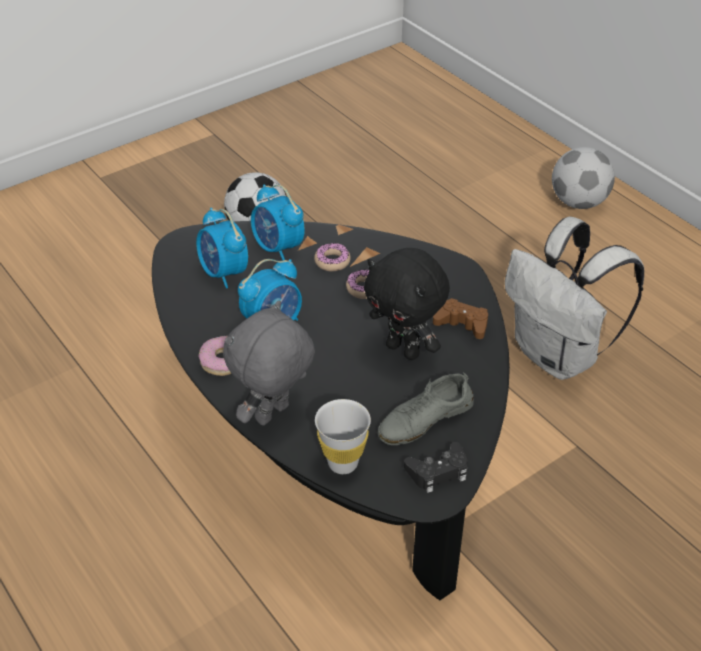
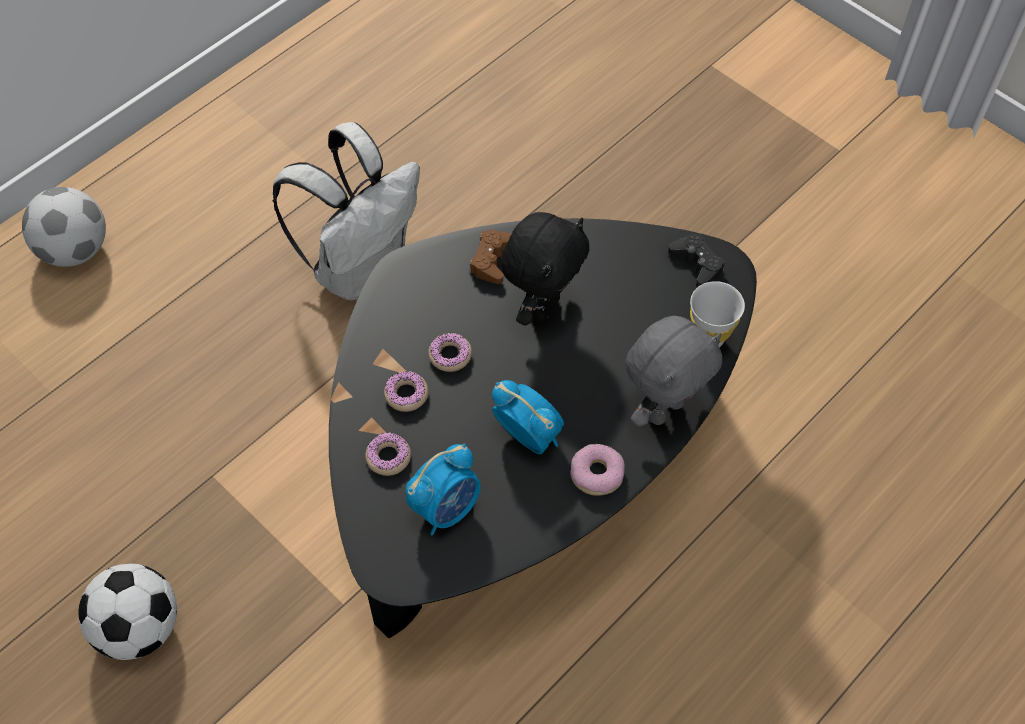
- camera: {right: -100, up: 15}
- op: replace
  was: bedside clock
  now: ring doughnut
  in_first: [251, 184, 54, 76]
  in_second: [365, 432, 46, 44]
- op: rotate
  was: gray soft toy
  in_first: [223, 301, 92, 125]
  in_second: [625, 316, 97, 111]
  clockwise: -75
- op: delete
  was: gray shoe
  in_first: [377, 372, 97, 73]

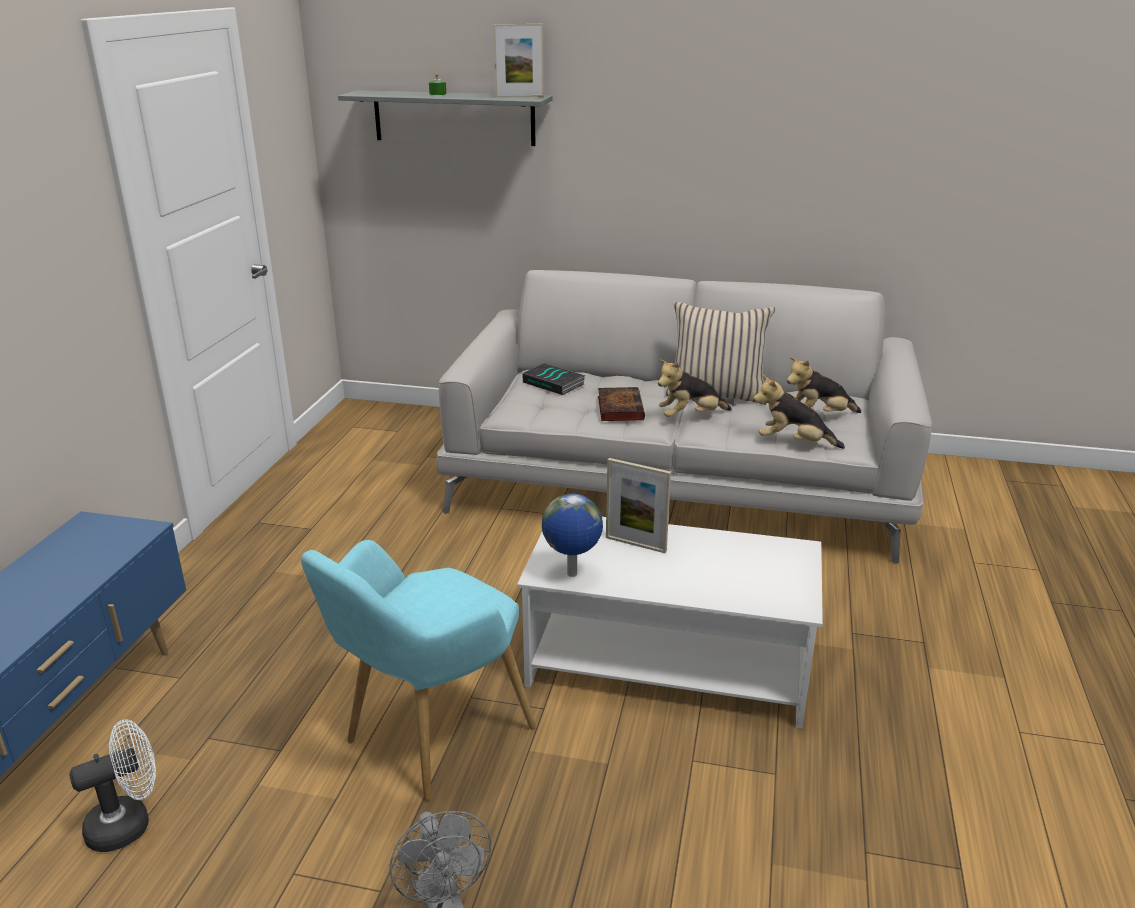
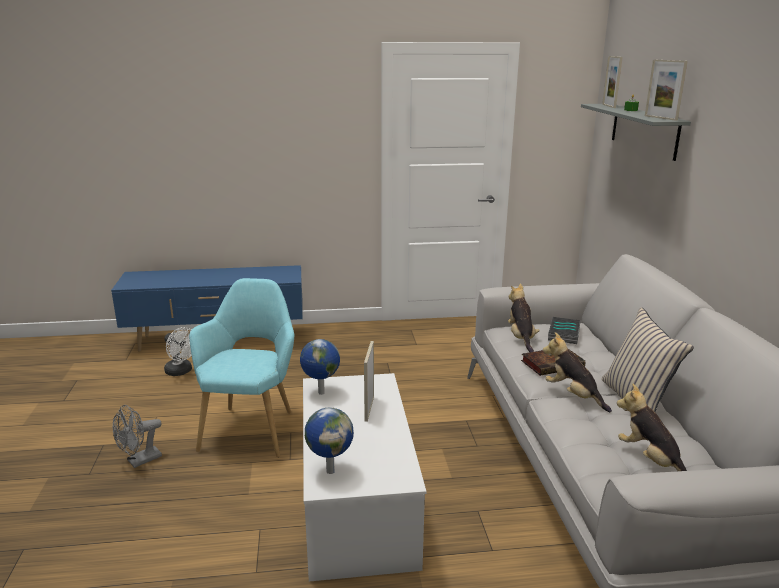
- camera: {right: 70, up: -5}
- op: move
  was: soft toy
  in_first: [753, 375, 92, 74]
  in_second: [508, 284, 32, 68]
- op: rotate
  was: turquoise armchair
  in_first: [301, 540, 235, 260]
  in_second: [189, 278, 105, 179]
  clockwise: 75
- op: insert
  now: picture frame
  in_second: [602, 56, 21, 52]
- op: insert
  now: world globe
  in_second: [305, 407, 49, 67]

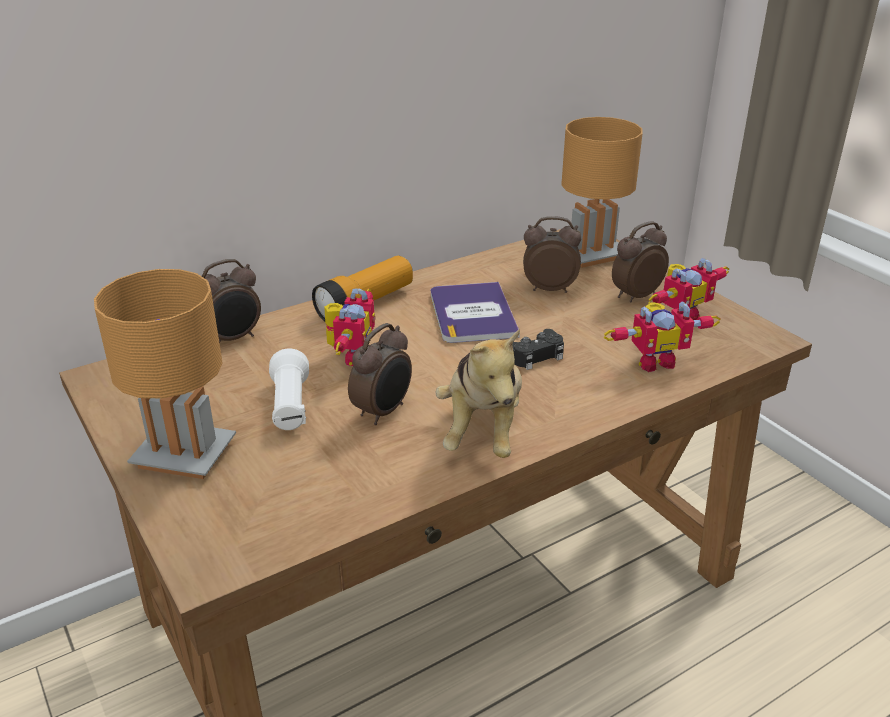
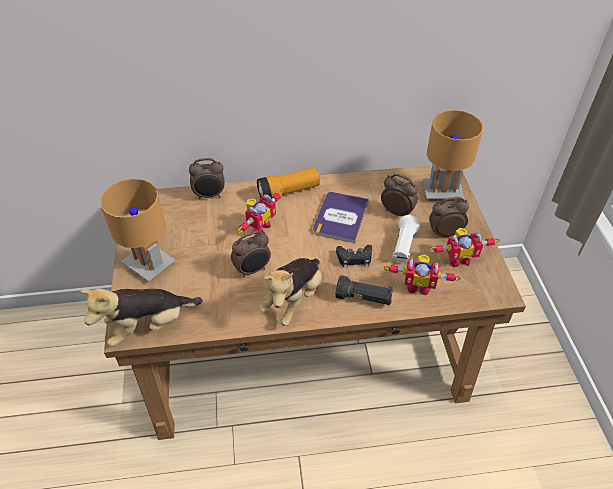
- camera: {right: 25, up: 15}
- op: move
  was: white hand torch
  in_first: [269, 349, 40, 81]
  in_second: [392, 215, 28, 48]
- op: insert
  now: blackish hand torch
  in_second: [335, 275, 58, 30]
- op: insert
  now: soft toy
  in_second: [80, 288, 123, 59]

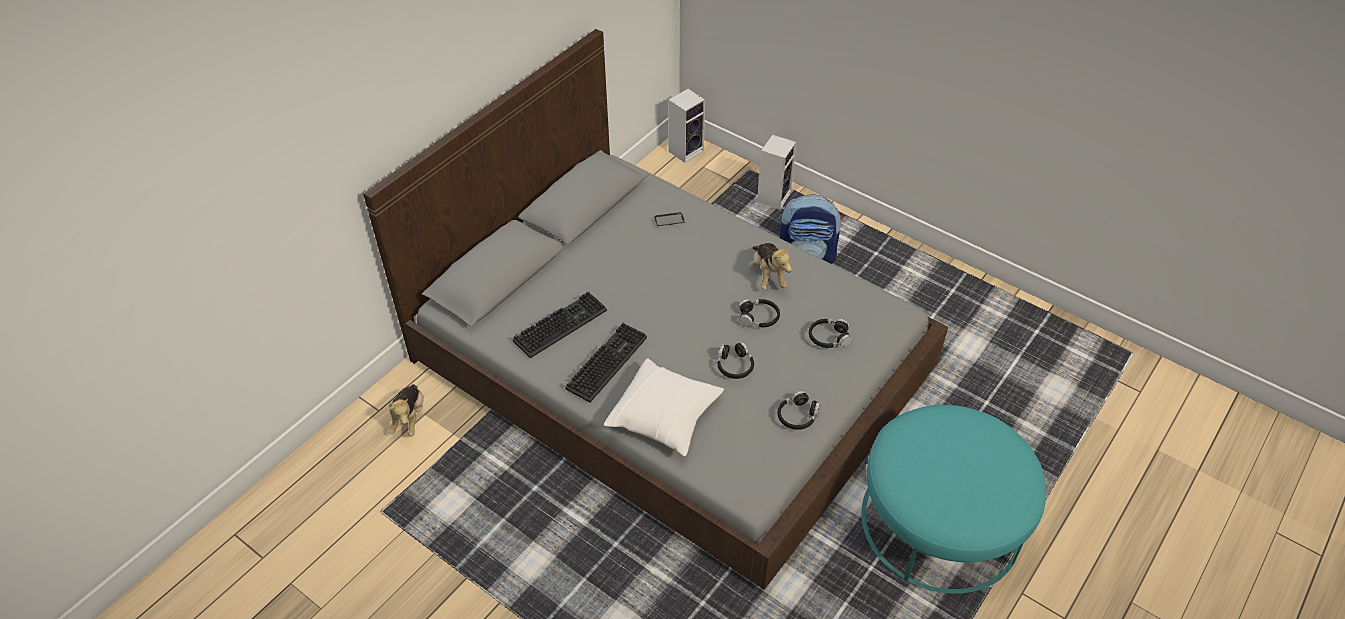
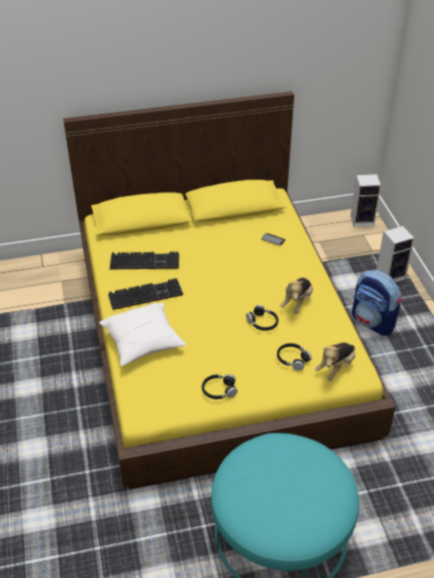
- camera: {right: 40, up: -5}
- op: recolor
  was: gray bedroom bed
  now: yellowish bedroom bed
  in_first: [363, 29, 585, 561]
  in_second: [63, 91, 333, 398]
- op: delete
  was: blackish pair of headphones
  in_first: [717, 342, 37, 37]
- op: move
  was: soft toy
  in_first: [389, 384, 35, 53]
  in_second: [315, 342, 40, 39]

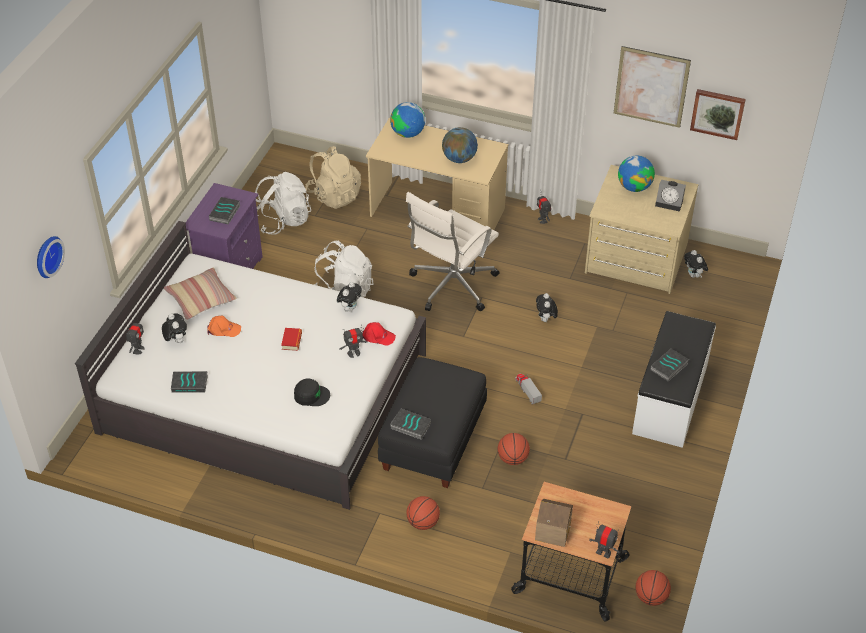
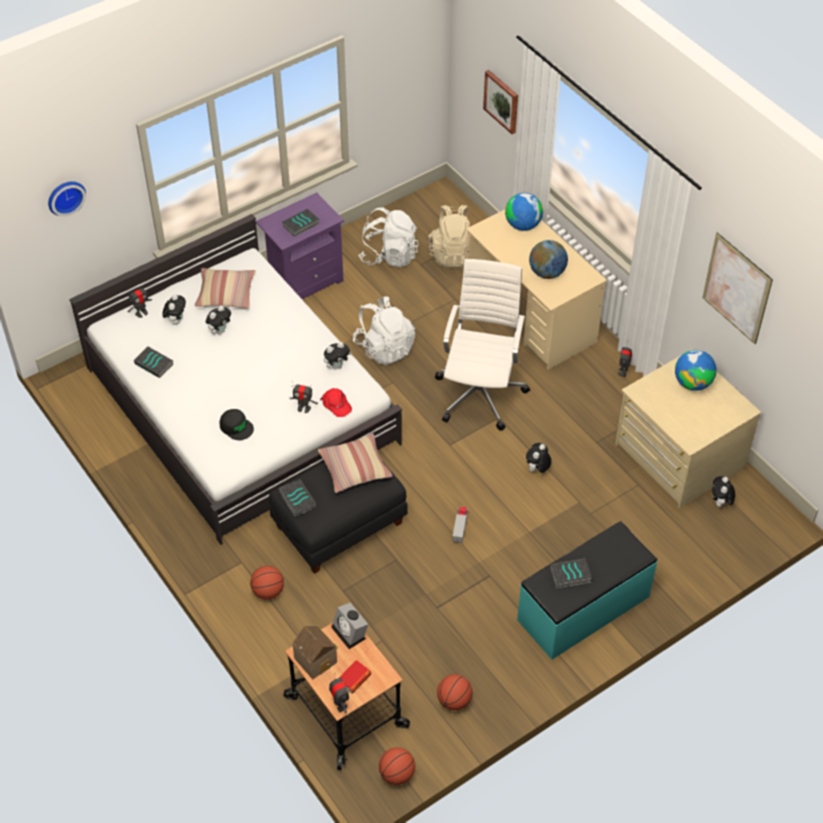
- camera: {right: 35, up: 5}
- op: move
  was: wall art
  in_first: [690, 89, 56, 51]
  in_second: [483, 70, 35, 64]
- op: move
  was: bedside clock
  in_first: [655, 180, 31, 32]
  in_second: [331, 603, 37, 46]
- op: rotate
  was: white desk chair
  in_first: [406, 192, 93, 119]
  in_second: [435, 259, 95, 172]
  clockwise: 120
- op: recolor
  was: white long seat
  now: turquoise long seat
  in_first: [632, 311, 84, 137]
  in_second: [517, 521, 141, 139]
- op: replace
  was: orange-coloured cap
  now: soft toy
  in_first: [207, 315, 34, 22]
  in_second: [206, 305, 25, 29]
- op: move
  was: bound book
  in_first: [281, 328, 21, 23]
  in_second: [339, 660, 32, 34]
- op: move
  was: basketball ball
  in_first: [498, 433, 32, 32]
  in_second: [437, 674, 35, 36]
- op: insert
  now: pillow
  in_second: [318, 433, 75, 60]

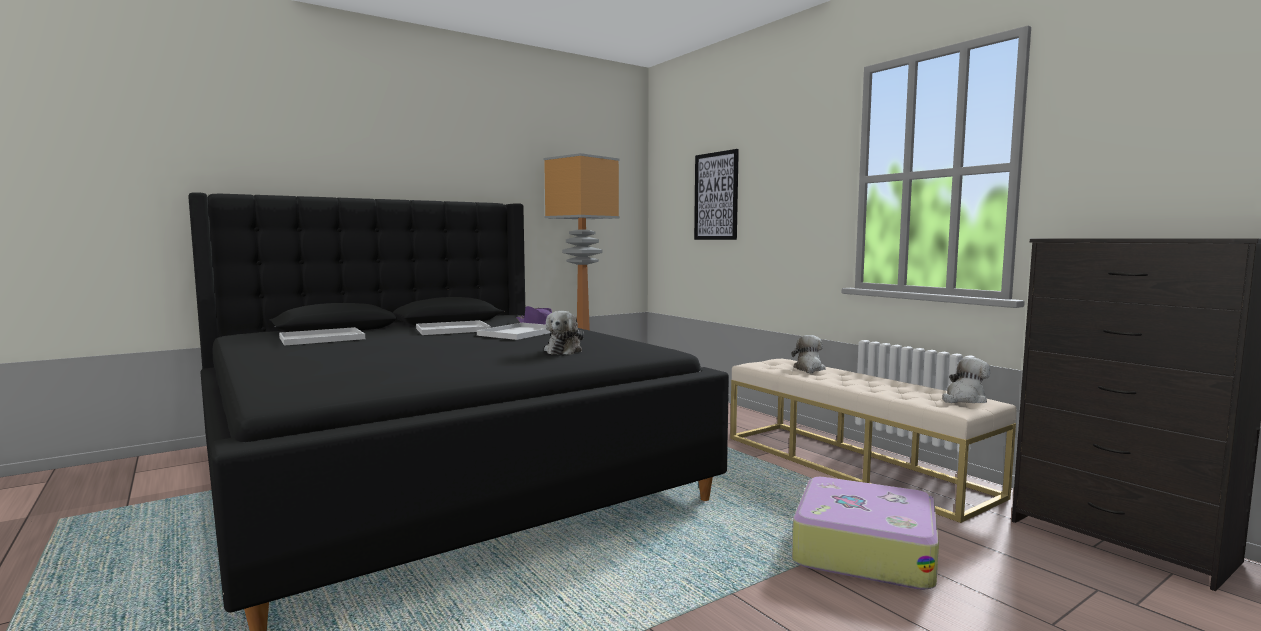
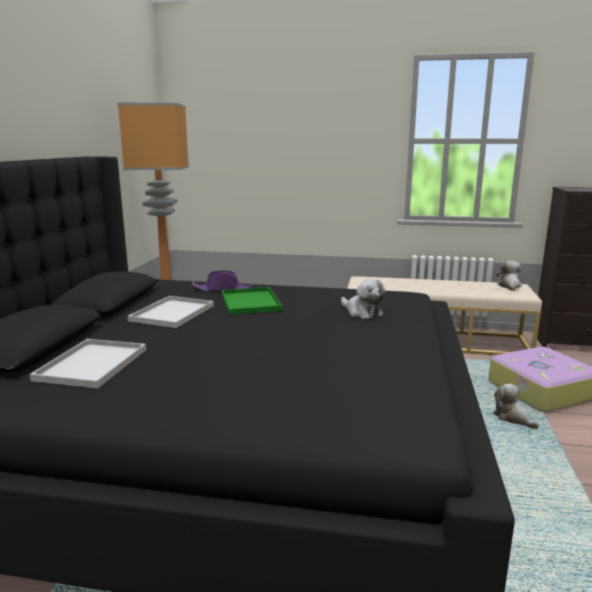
- camera: {right: -45, up: 10}
- op: delete
  was: wall art
  in_first: [694, 149, 45, 91]
- op: recolor
  was: white serving tray
  now: greenish serving tray
  in_first: [477, 323, 74, 17]
  in_second: [222, 287, 60, 28]
- op: move
  was: soft toy
  in_first: [791, 335, 35, 39]
  in_second: [493, 384, 46, 45]

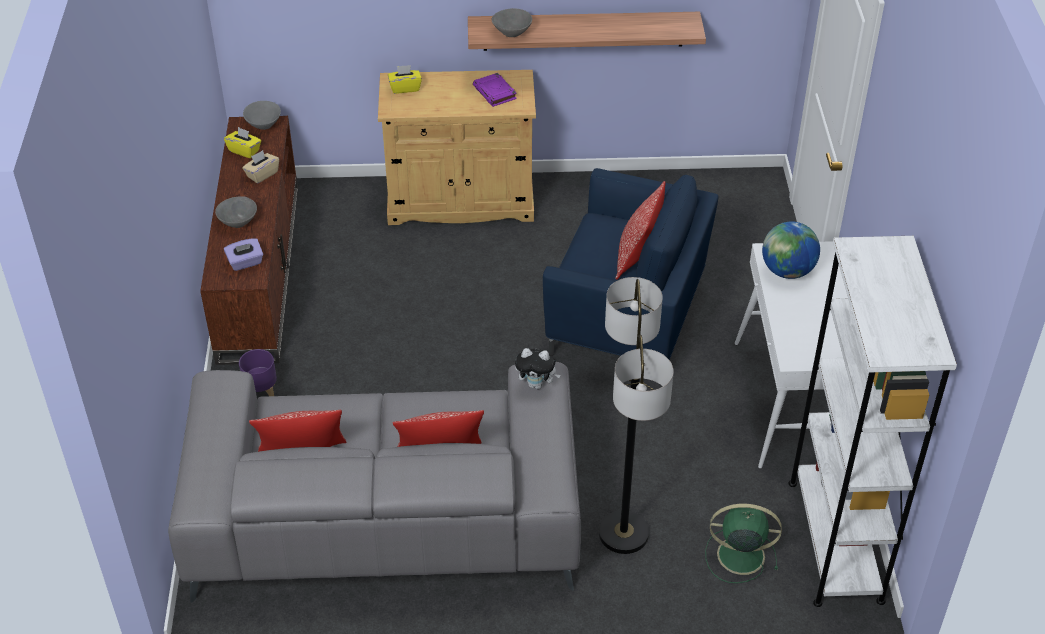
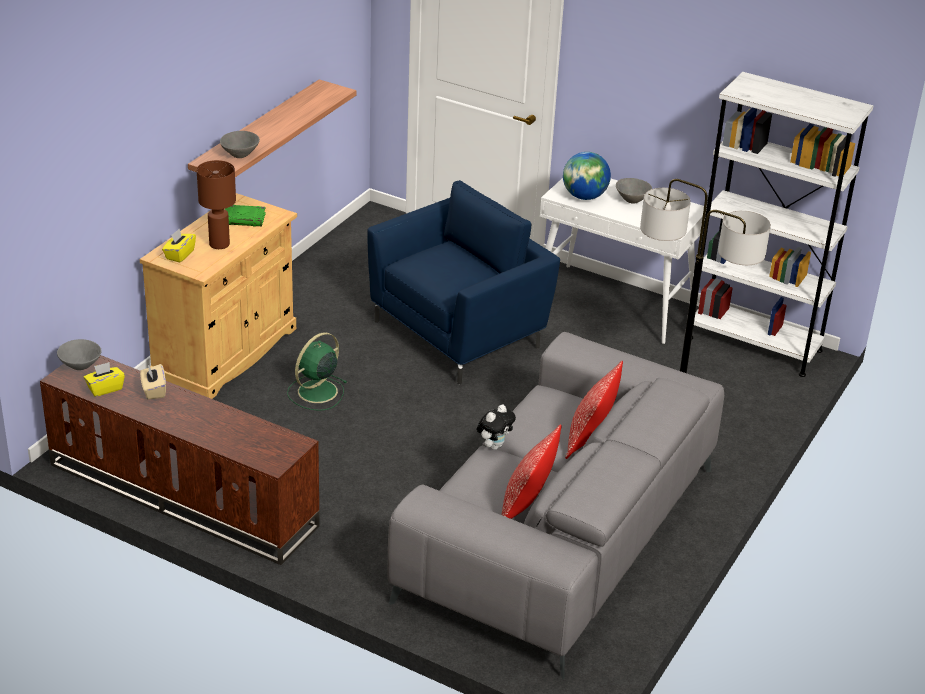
- camera: {right: -60, up: -10}
- op: recolor
  was: purple-coloured bound book
  now: greenish bound book
  in_first: [473, 73, 44, 34]
  in_second: [225, 205, 41, 21]
- op: delete
  was: pillow
  in_first: [615, 181, 51, 99]
- op: move
  was: gray deep dish
  in_first: [215, 196, 42, 32]
  in_second: [616, 178, 36, 25]
- op: delete
  was: purple-coloured tissue holder
  in_first: [224, 238, 39, 33]
- op: move
  was: soft toy
  in_first: [515, 348, 46, 41]
  in_second: [477, 404, 39, 46]
- op: delete
  was: purple-coloured flower pot
  in_first: [239, 349, 38, 47]
- op: move
  was: greenish electric fan
  in_first: [705, 504, 77, 79]
  in_second: [287, 332, 60, 79]
- op: insert
  now: brownish table lamp
  in_second: [197, 160, 39, 89]

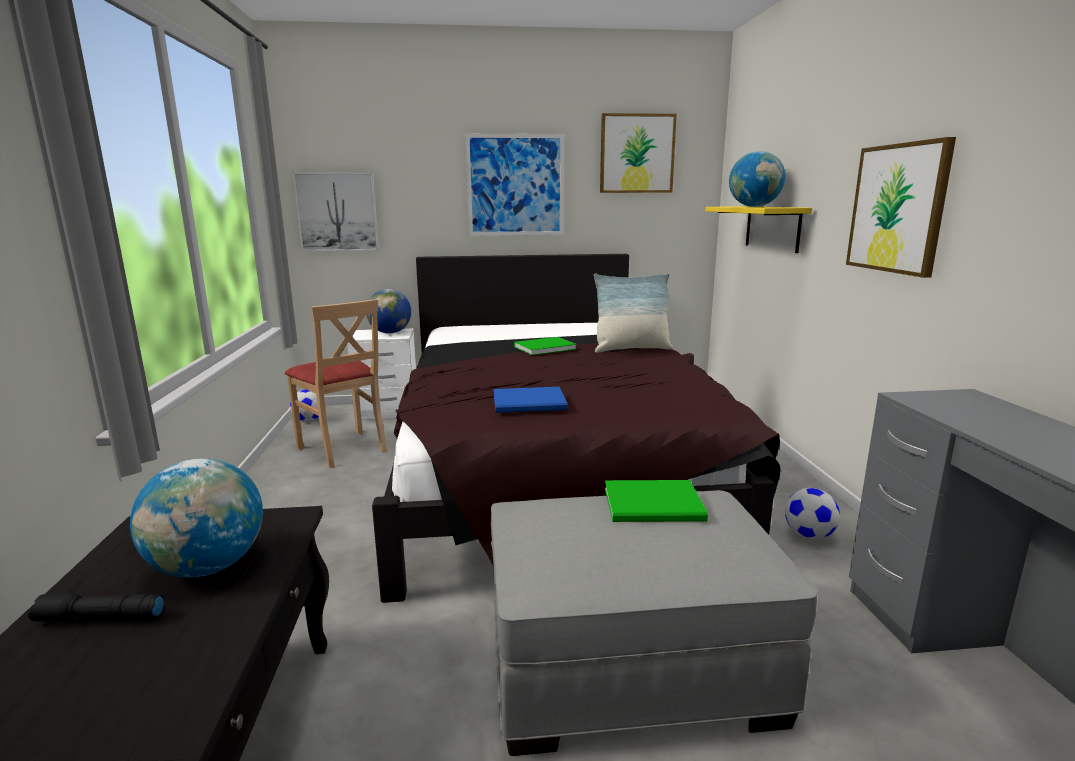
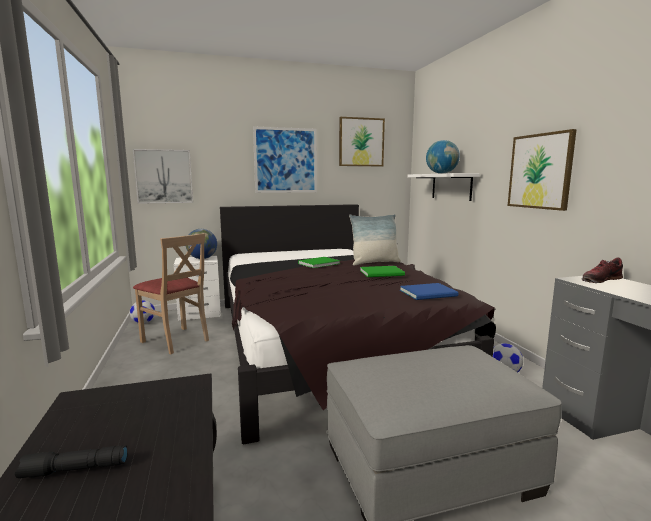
- camera: {right: -10, up: -5}
- op: recolor
  was: yellowish wall shelf
  now: white wall shelf
  in_first: [705, 206, 107, 47]
  in_second: [407, 173, 73, 28]
- op: move
  was: blue-coloured bound book
  in_first: [494, 387, 73, 26]
  in_second: [400, 283, 58, 17]
- op: delete
  was: world globe
  in_first: [130, 458, 133, 119]
- op: move
  was: greenish bound book
  in_first: [605, 480, 103, 42]
  in_second: [360, 266, 45, 11]
- op: insert
  now: shoe
  in_second: [582, 258, 41, 25]

